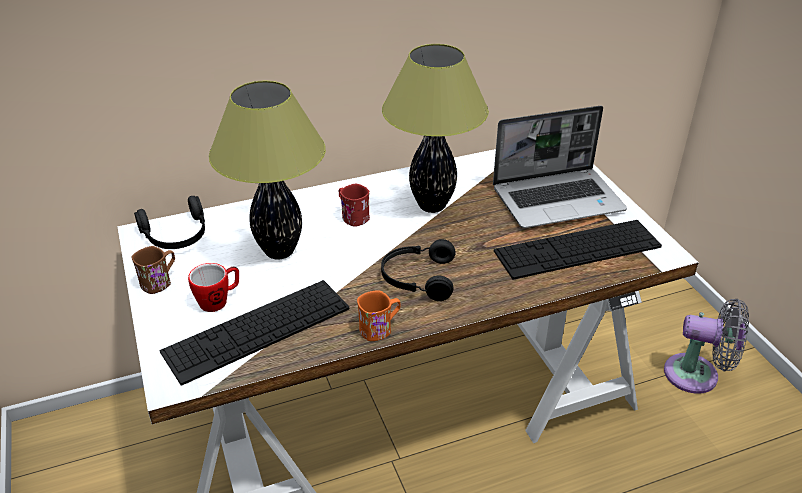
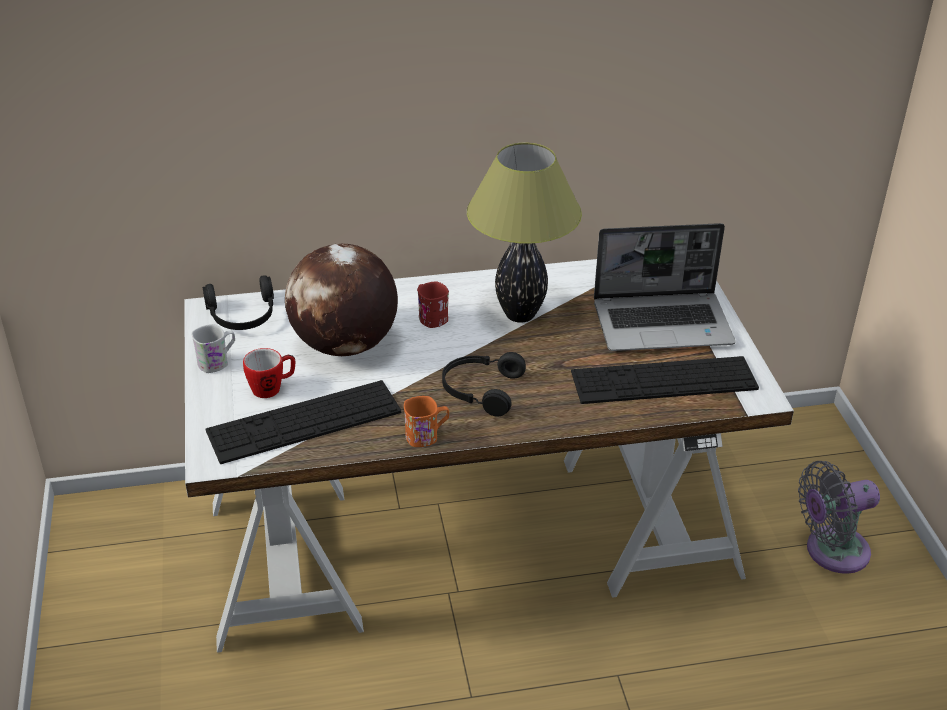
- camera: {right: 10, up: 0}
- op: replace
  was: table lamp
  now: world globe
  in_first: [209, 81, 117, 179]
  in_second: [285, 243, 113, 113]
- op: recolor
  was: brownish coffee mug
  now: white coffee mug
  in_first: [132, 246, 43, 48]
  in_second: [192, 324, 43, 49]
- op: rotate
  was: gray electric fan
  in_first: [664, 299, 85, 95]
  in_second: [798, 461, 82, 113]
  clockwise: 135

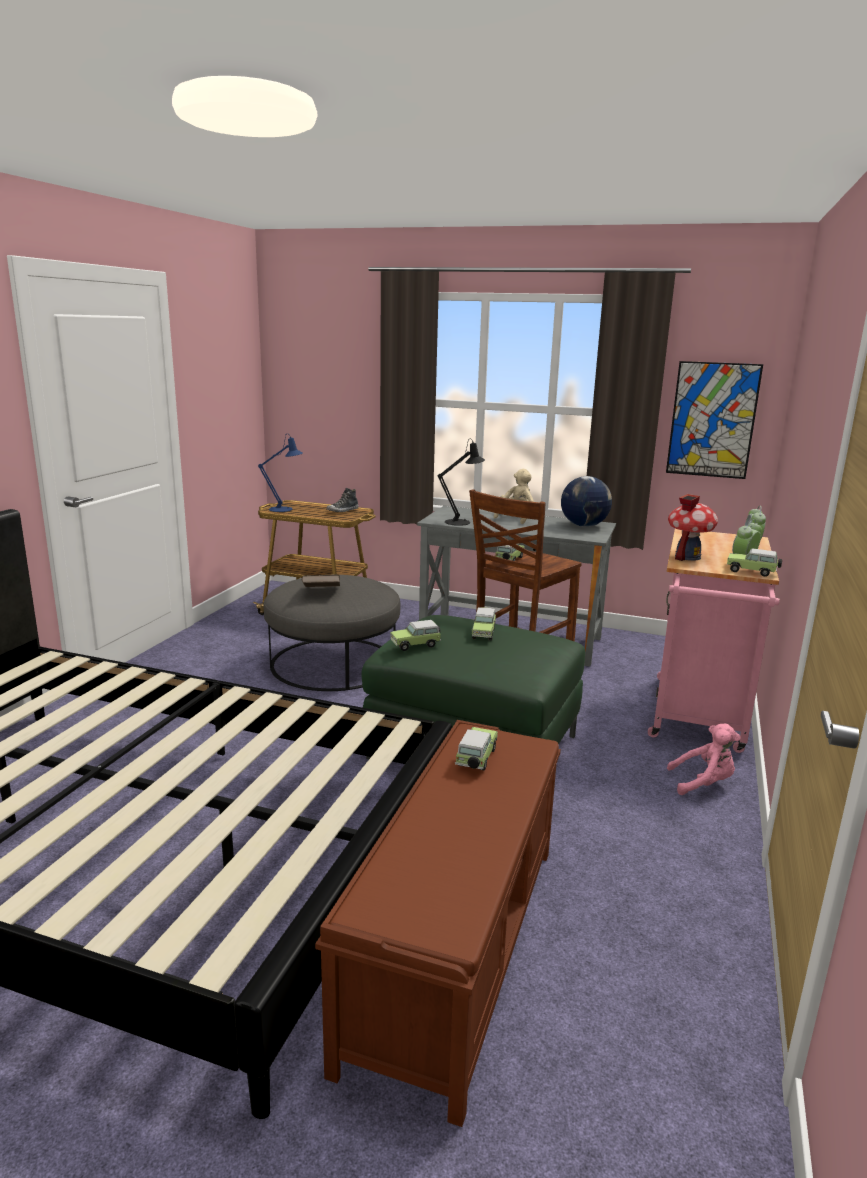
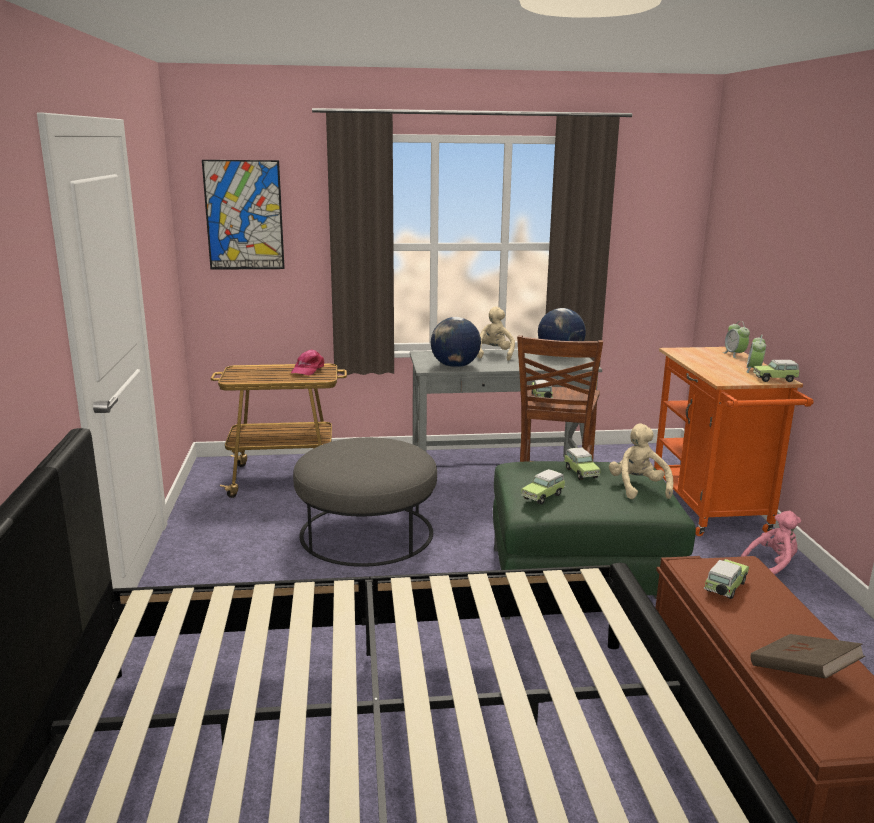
- camera: {right: -25, up: 0}
- op: move
  was: wall art
  in_first: [666, 361, 97, 118]
  in_second: [202, 160, 83, 110]
- op: delete
  was: blue-coloured table lamp
  in_first: [258, 433, 45, 79]
- op: replace
  was: blackish table lamp
  now: world globe
  in_first: [438, 438, 47, 88]
  in_second: [431, 317, 50, 50]
- op: replace
  was: shoe
  now: pink cap
  in_first: [326, 488, 32, 24]
  in_second: [291, 349, 33, 26]
- op: delete
  was: toy house
  in_first: [668, 494, 50, 67]
- op: recolor
  was: pink cart
  now: orange-coloured cart
  in_first: [648, 529, 132, 224]
  in_second: [654, 347, 160, 189]
- op: move
  was: brownish bound book
  in_first: [302, 575, 38, 12]
  in_second: [751, 634, 114, 45]
- op: rotate
  was: toy car
  in_first: [455, 727, 43, 44]
  in_second: [704, 559, 45, 40]
  clockwise: 45
- op: insert
  now: beige-coloured soft toy
  in_second: [609, 423, 64, 76]

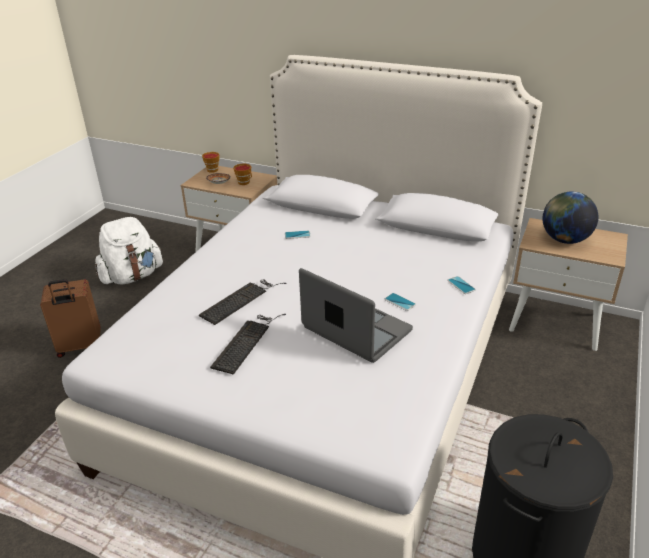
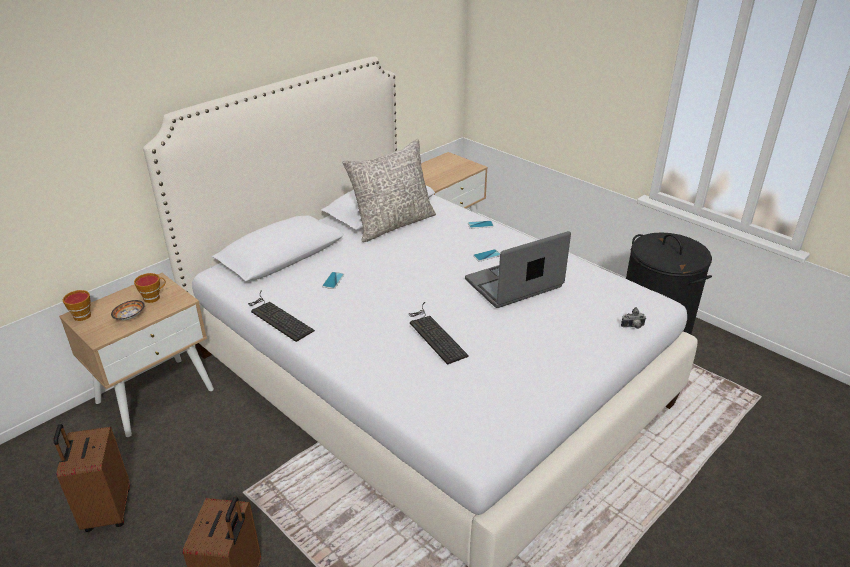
- camera: {right: -70, up: 0}
- op: delete
  was: world globe
  in_first: [543, 192, 55, 52]
- op: replace
  was: white rucksack
  now: brownish suitcase
  in_first: [95, 217, 68, 67]
  in_second: [53, 424, 77, 108]
- op: move
  was: PC keyboard
  in_first: [210, 314, 76, 61]
  in_second: [248, 290, 67, 52]
- op: insert
  now: gray pillow
  in_second: [342, 139, 94, 103]
- op: insert
  now: photo camera
  in_second: [621, 307, 25, 22]

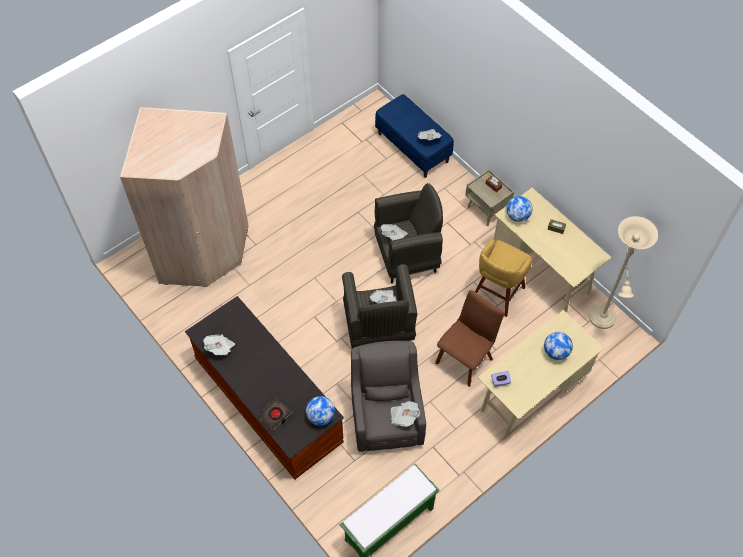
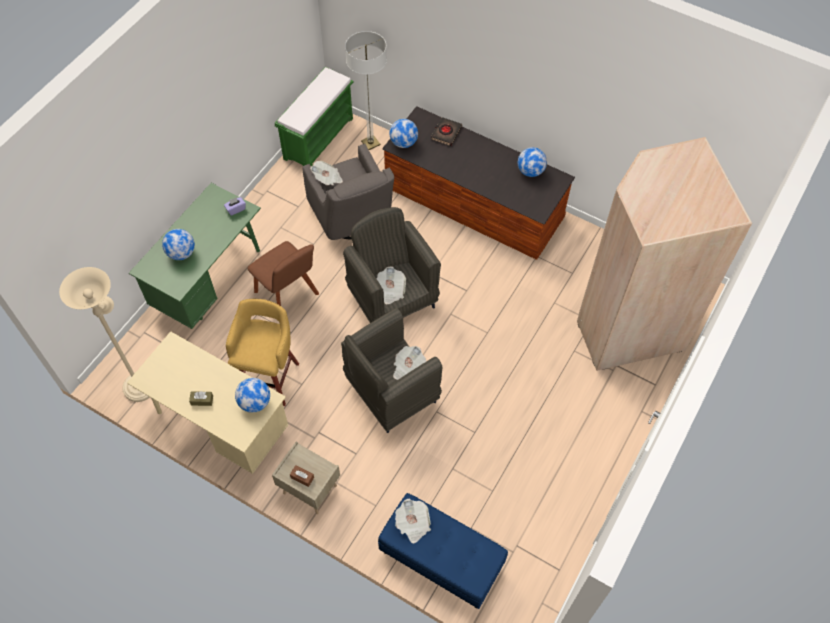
- camera: {right: 160, up: 0}
- op: rotate
  was: brownish plain chair
  in_first: [435, 290, 69, 97]
  in_second: [247, 241, 72, 65]
  clockwise: -60
- op: recolor
  was: beige-coloured desk table
  now: greenish desk table
  in_first: [478, 310, 126, 127]
  in_second: [129, 183, 132, 146]
- op: replace
  was: printed paper
  now: world globe
  in_first: [203, 334, 32, 21]
  in_second: [518, 147, 29, 30]
- op: insert
  now: floor lamp
  in_second: [345, 31, 42, 119]

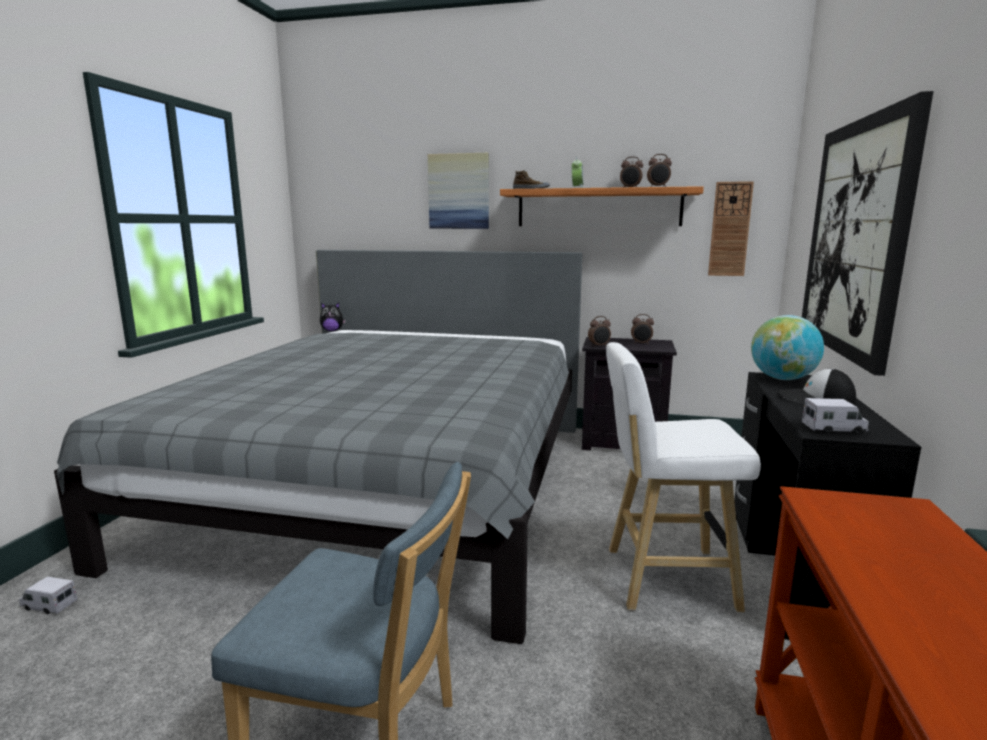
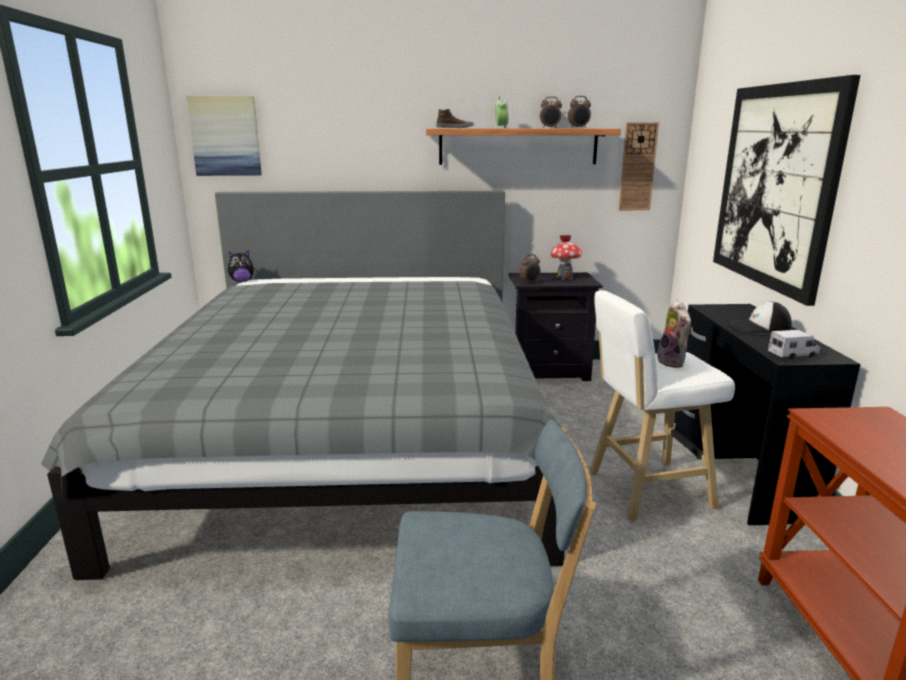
- camera: {right: -15, up: 5}
- op: move
  was: wall art
  in_first: [428, 153, 61, 76]
  in_second: [186, 96, 76, 80]
- op: replace
  was: bedside clock
  now: toy house
  in_first: [631, 314, 23, 30]
  in_second: [551, 235, 31, 45]
- op: delete
  was: world globe
  in_first: [751, 315, 73, 65]
- op: delete
  was: toy truck
  in_first: [19, 576, 59, 38]
- op: insert
  now: soft toy
  in_second: [657, 299, 34, 69]

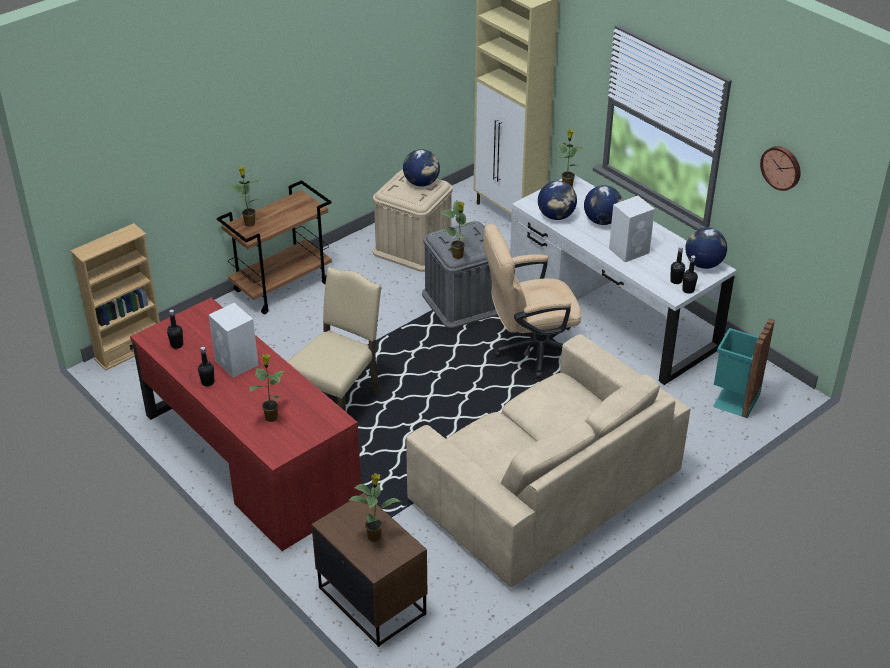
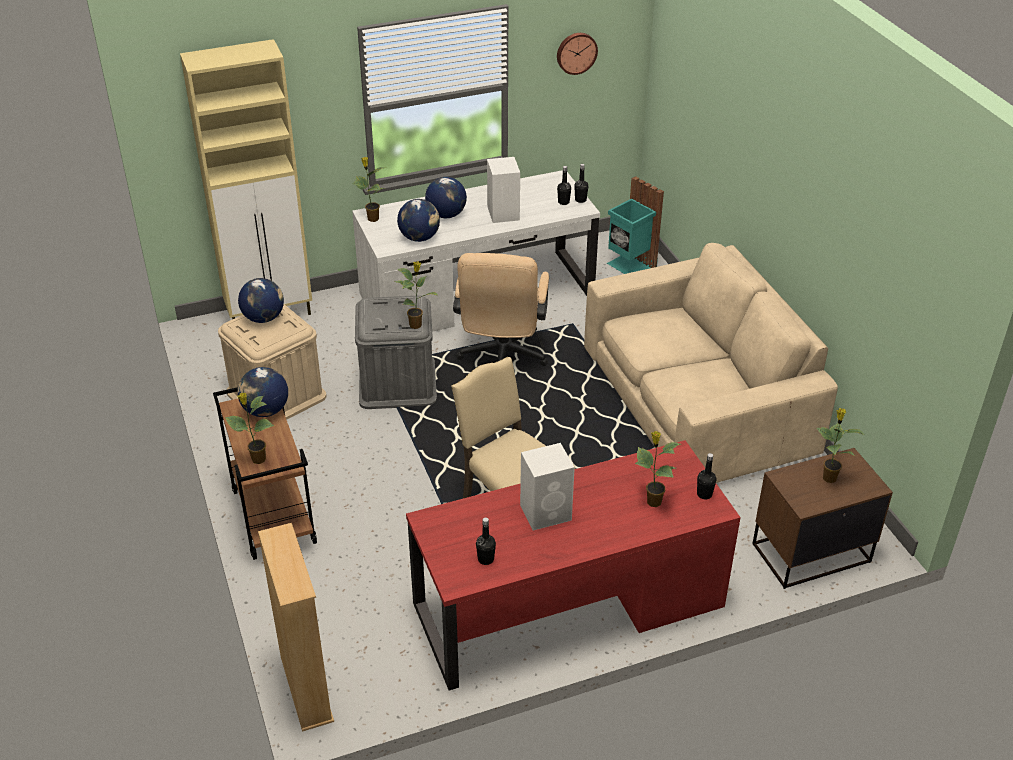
- camera: {right: -70, up: 0}
- op: move
  was: world globe
  in_first: [685, 228, 42, 41]
  in_second: [237, 367, 51, 50]
- op: move
  was: blackish drink bottle
  in_first: [198, 347, 16, 39]
  in_second: [697, 453, 19, 46]

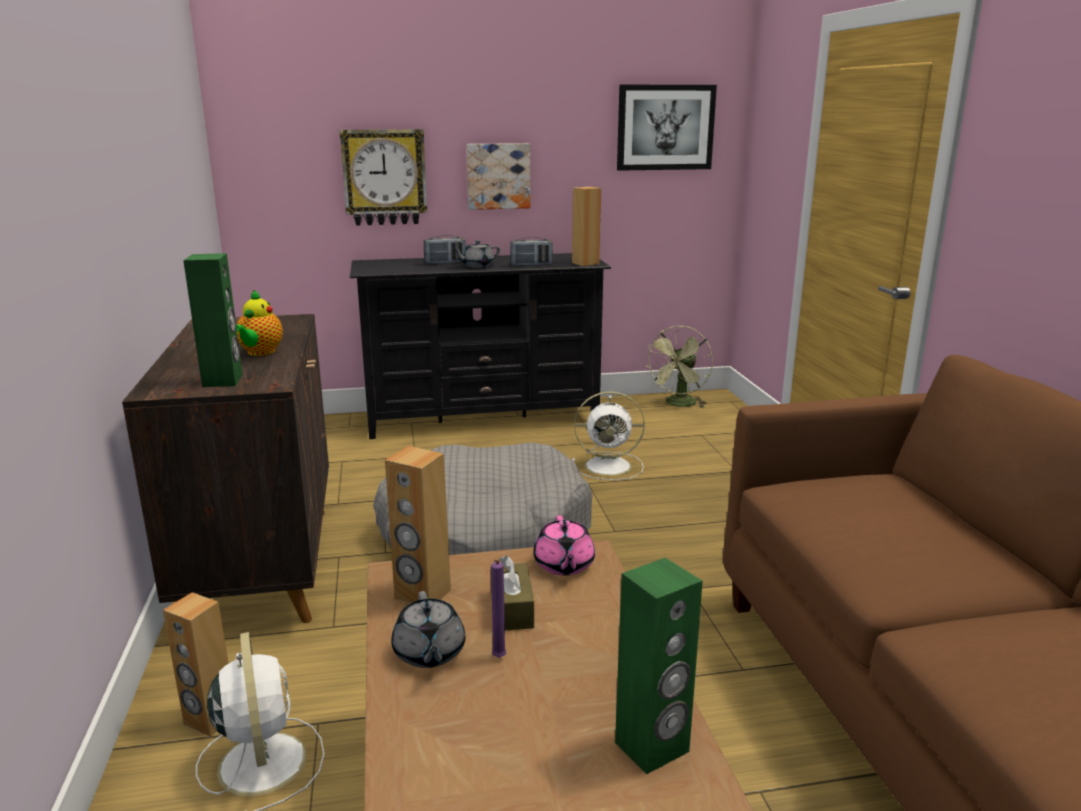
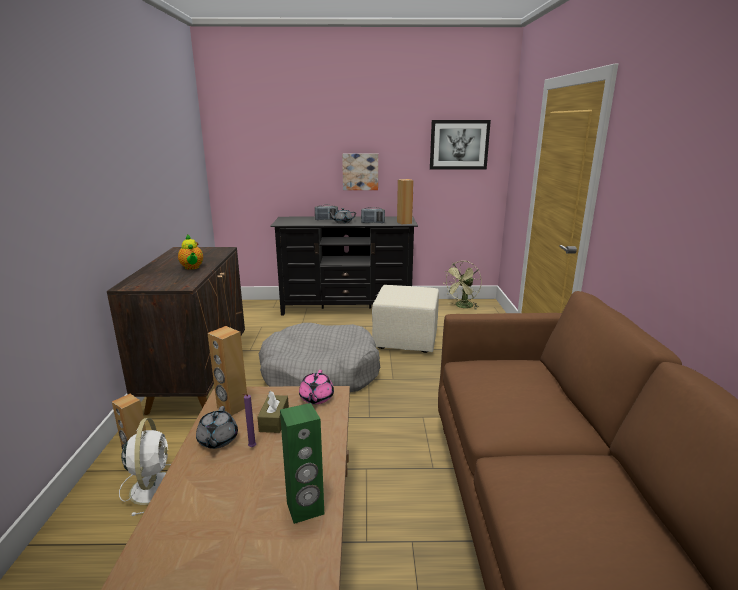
- camera: {right: 10, up: 0}
- op: delete
  was: wall clock
  in_first: [340, 129, 87, 97]
- op: delete
  was: greenish loudspeaker
  in_first: [183, 253, 60, 134]
- op: rotate
  was: teapot
  in_first: [236, 290, 47, 66]
  in_second: [178, 234, 25, 36]
  clockwise: -45
- op: replace
  was: white electric fan
  now: beige-coloured pouffe
  in_first: [572, 392, 73, 88]
  in_second: [372, 285, 67, 68]

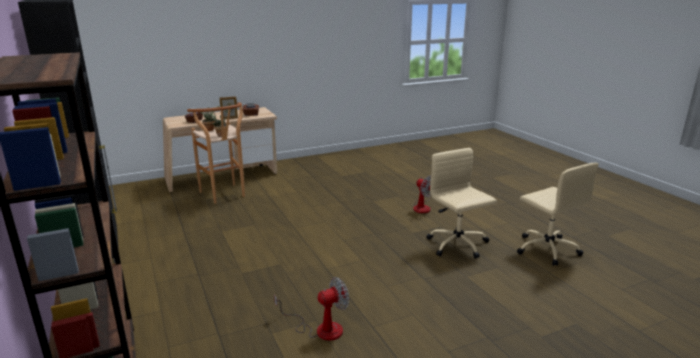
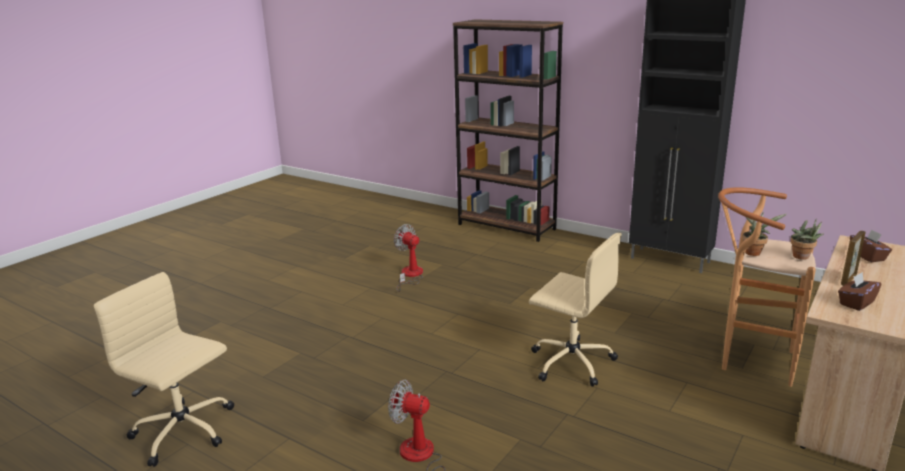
- camera: {right: 150, up: 0}
- op: move
  was: beige-coloured desk chair
  in_first: [427, 148, 70, 111]
  in_second: [529, 233, 93, 154]
- op: rotate
  was: electric fan
  in_first: [274, 277, 75, 64]
  in_second: [394, 224, 29, 68]
  clockwise: 105

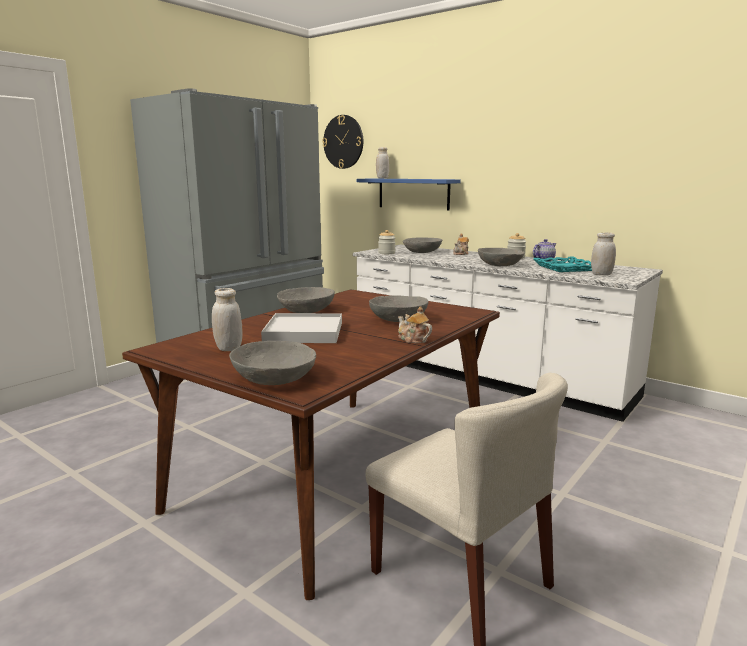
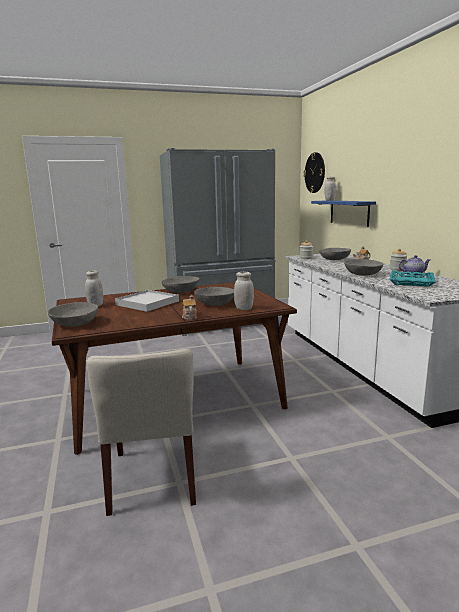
- camera: {right: 35, up: 0}
- op: move
  was: white jar
  in_first: [591, 232, 25, 43]
  in_second: [234, 272, 20, 38]

